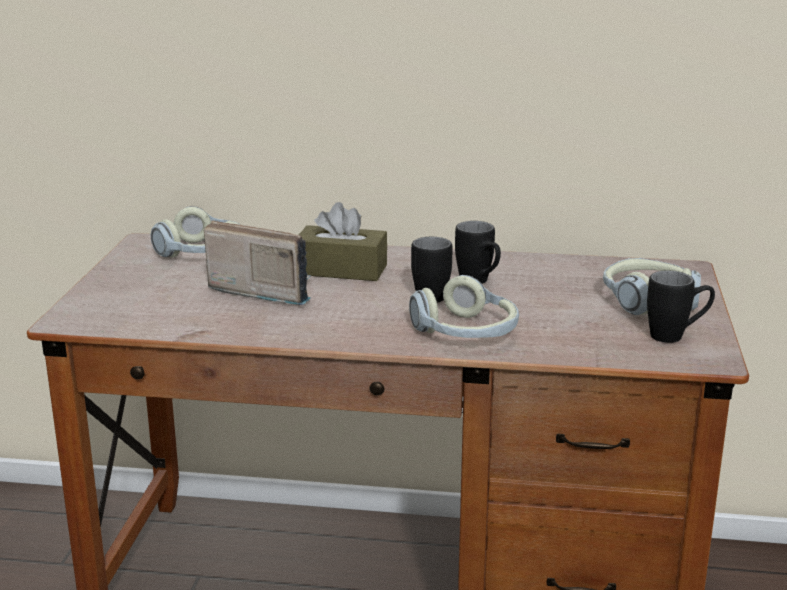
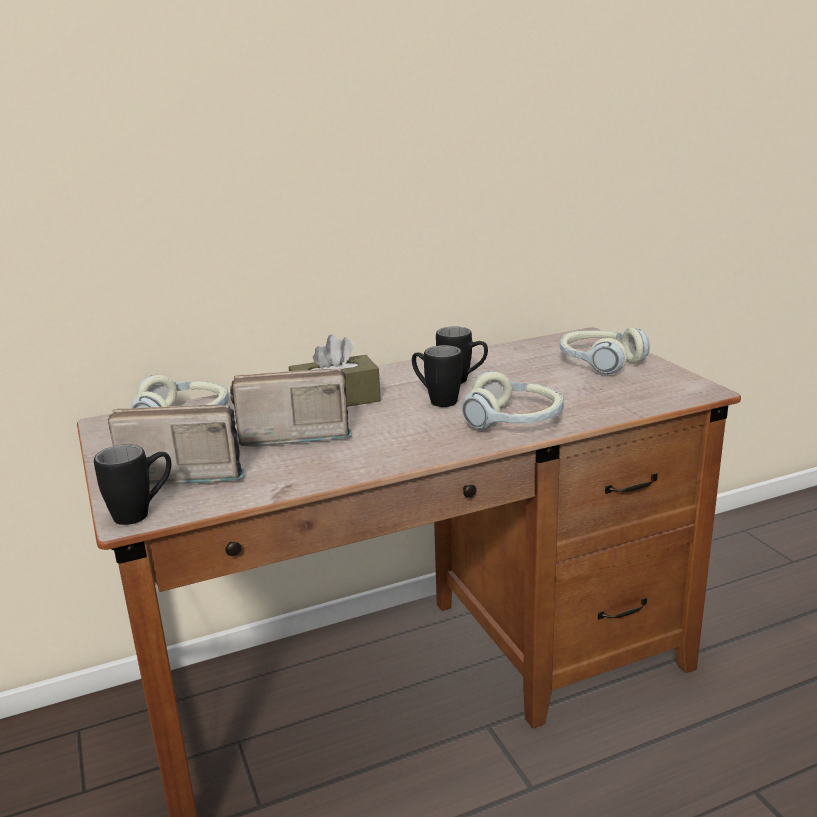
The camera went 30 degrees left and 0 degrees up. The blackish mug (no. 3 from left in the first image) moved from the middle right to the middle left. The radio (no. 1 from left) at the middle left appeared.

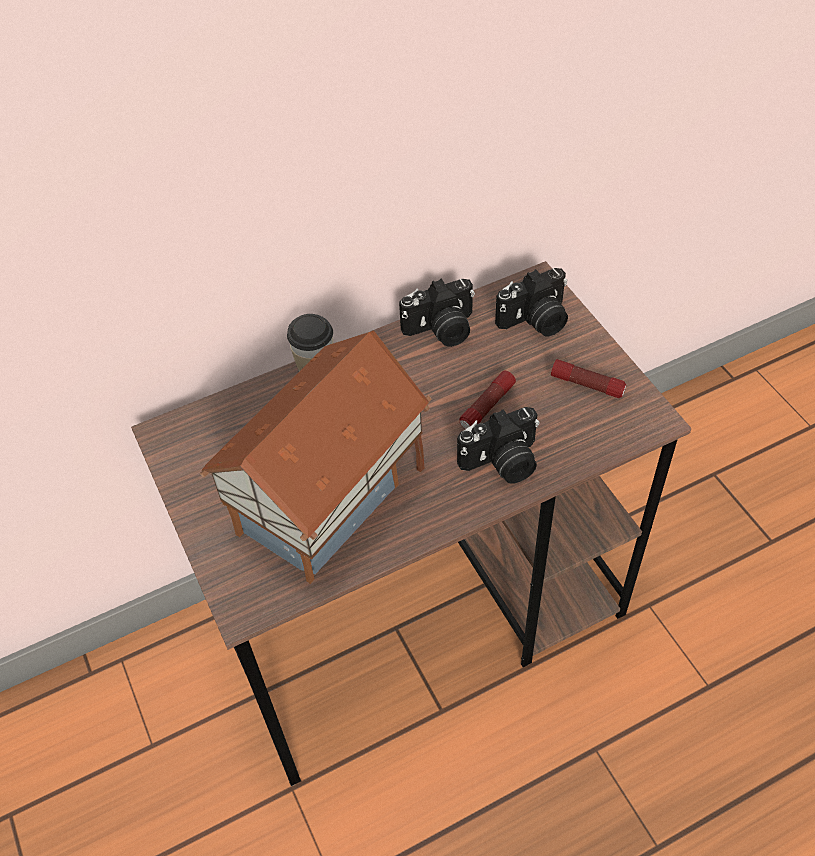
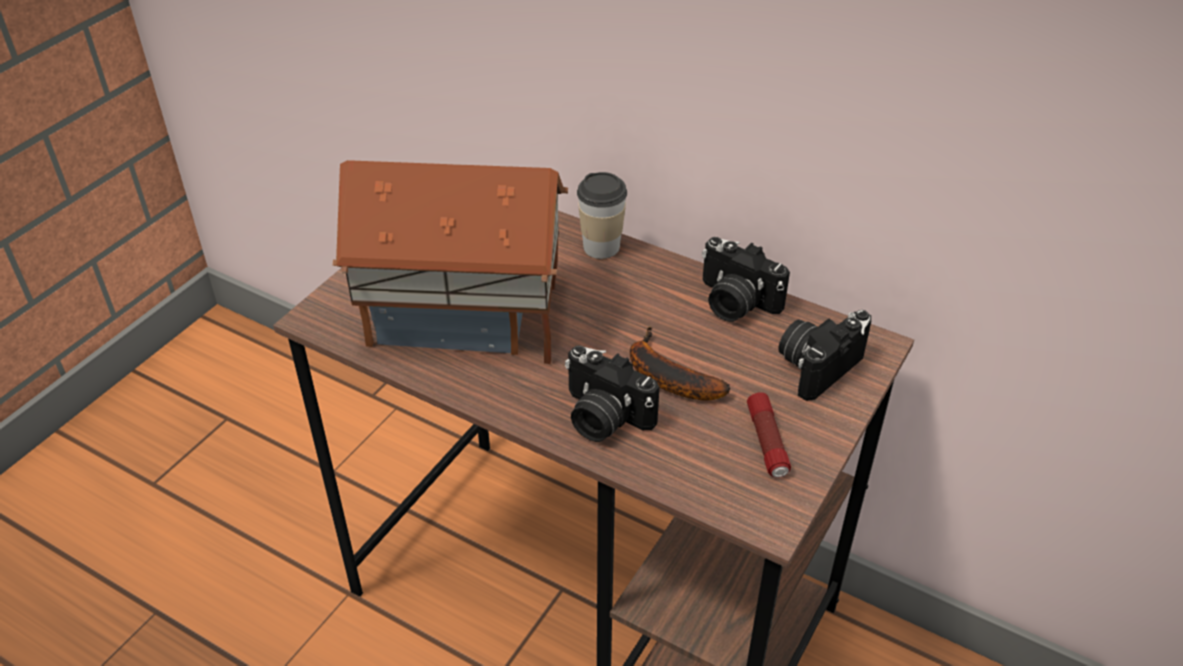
The camera went 55 degrees right and 10 degrees down. The still camera (no. 3 from left) at the centre turned 105 degrees clockwise. The torch (no. 1 from left) at the centre was replaced by the whole banana at the centre.

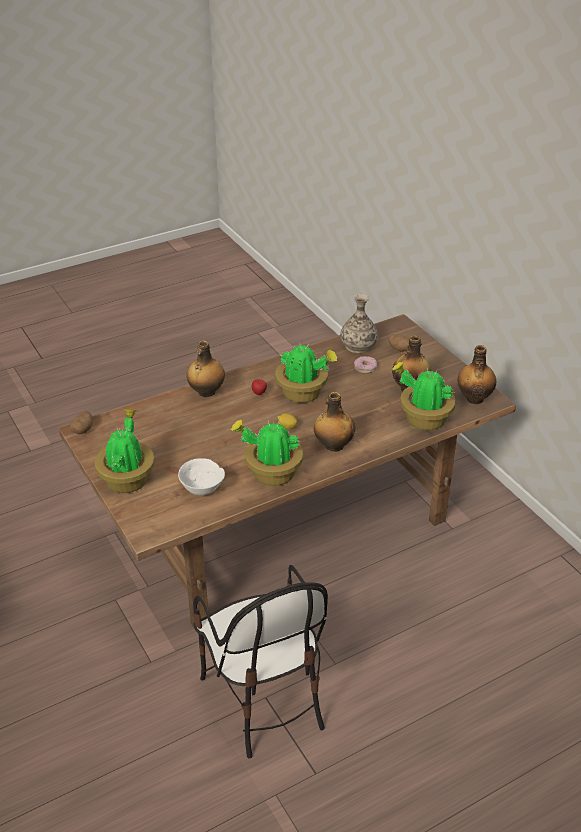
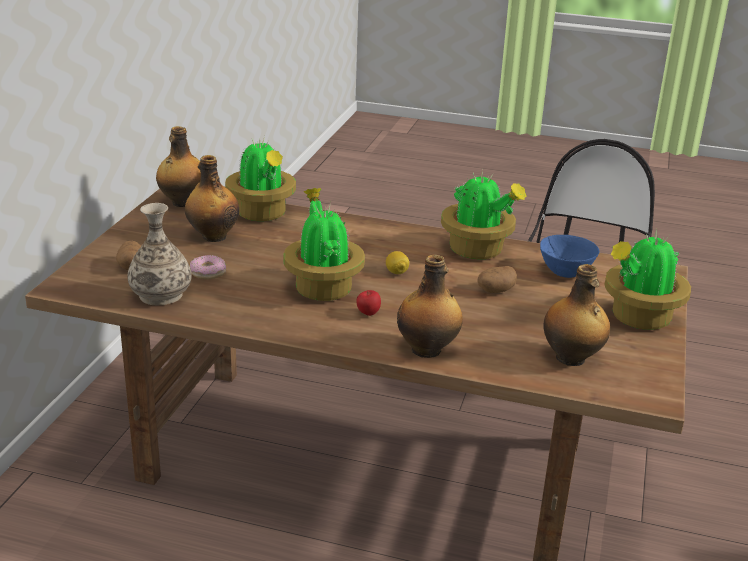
The camera went 135 degrees left and 10 degrees down. The beverage bottle (no. 2 from left in the first image) moved from the centre to the middle right. The spud (no. 1 from left in the first image) moved from the middle left to the centre. The white bowl at the centre became the bluish bowl at the middle right.

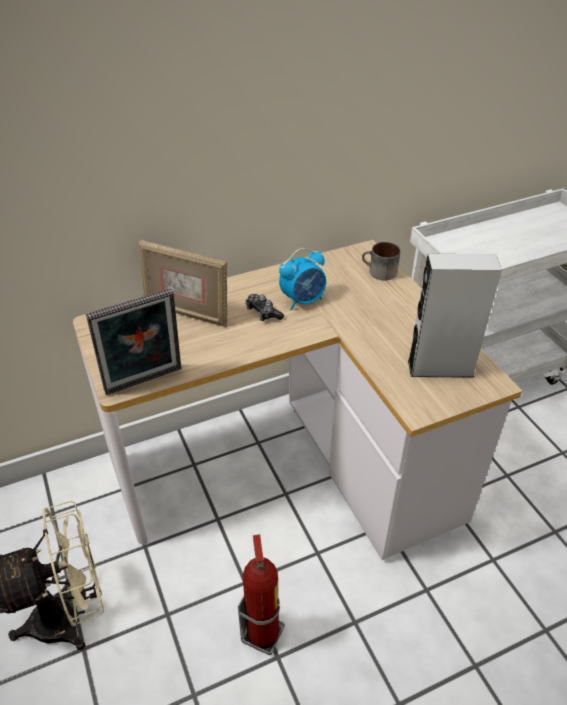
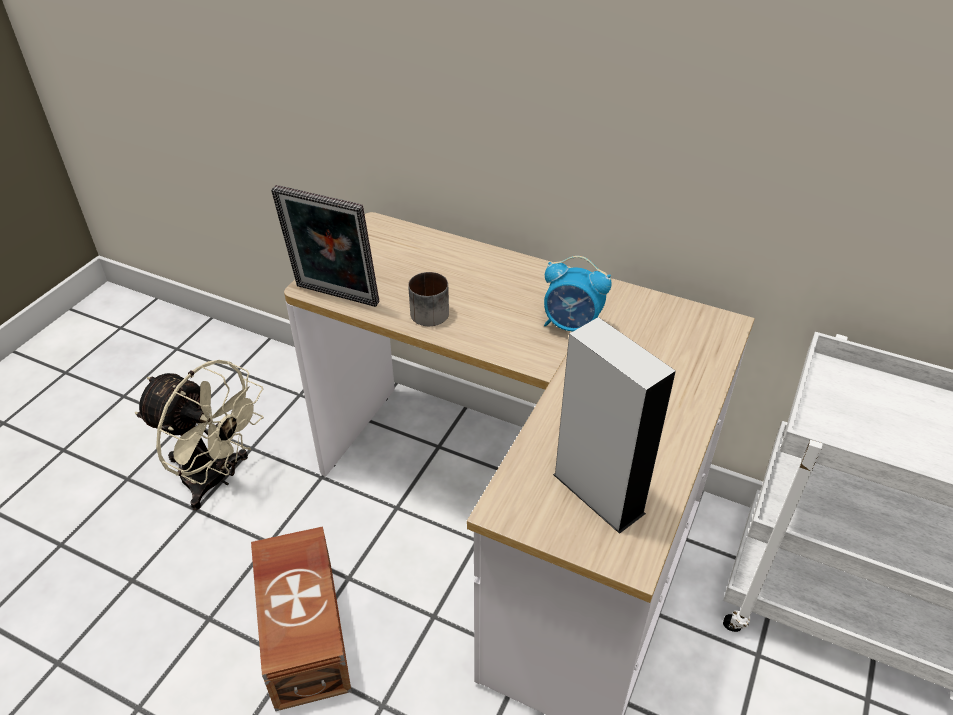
The camera went 50 degrees right and 0 degrees up. The picture frame (no. 2 from left) at the middle left disappeared. The mug moved from the middle right to the centre. The joypad at the centre disappeared. The extinguisher at the bottom centre was replaced by the brown-coloured storage bin at the bottom left.

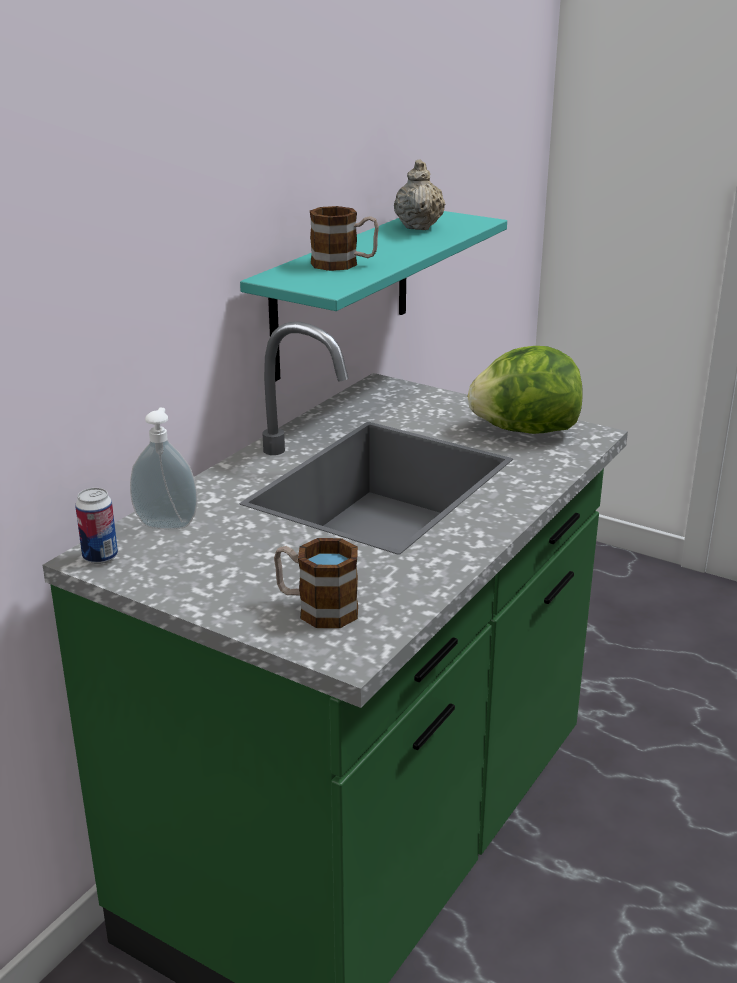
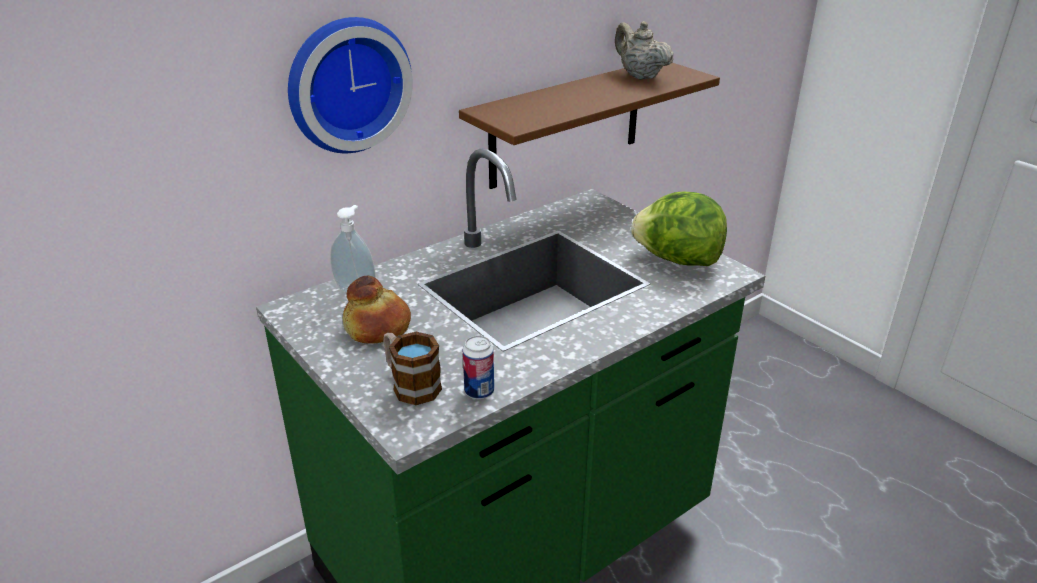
The camera went 20 degrees right and 5 degrees up. The sand-coloured teapot at the top centre turned 60 degrees counterclockwise. The mug (no. 2 from left) at the top centre disappeared. The blue-green wall shelf at the top centre became the brown-coloured wall shelf at the top centre. The metal can moved from the middle left to the centre. The clock on the wall at the top centre appeared. The bakery bread at the centre appeared.

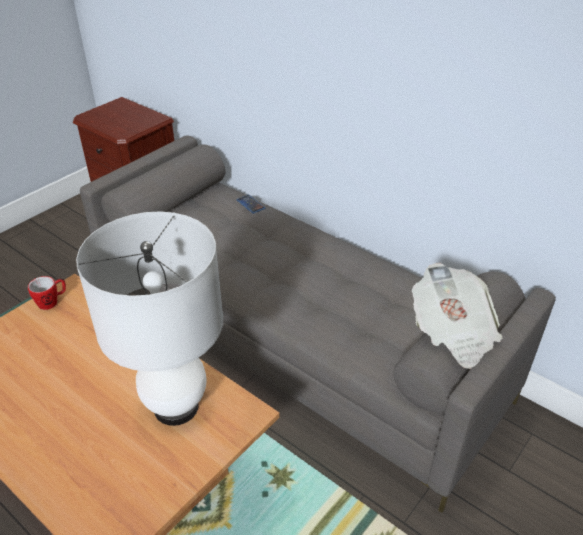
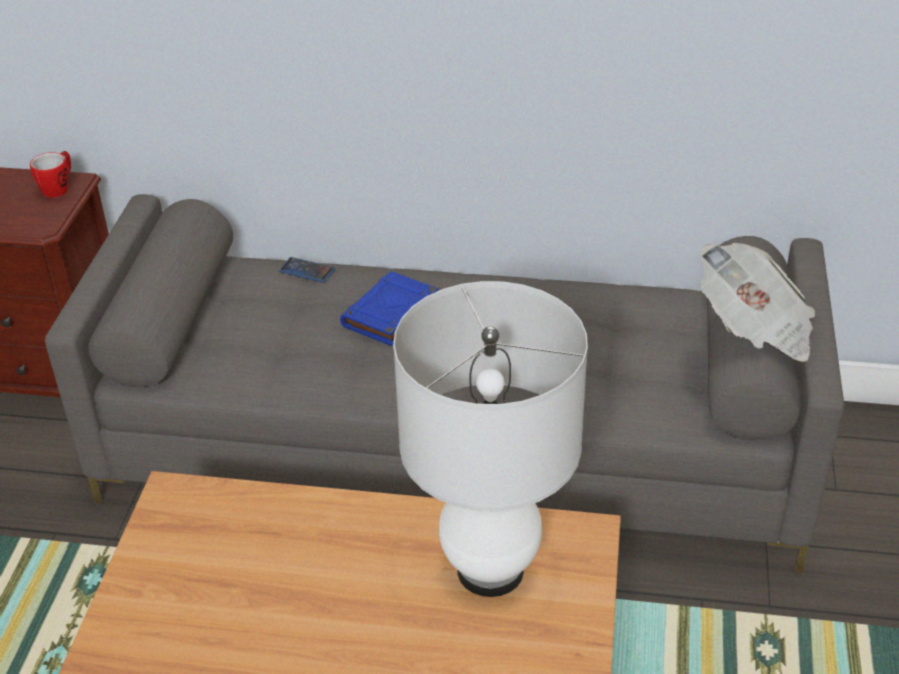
The camera went 30 degrees left and 0 degrees up. The mug moved from the middle left to the top left. The bluish bound book at the centre appeared.

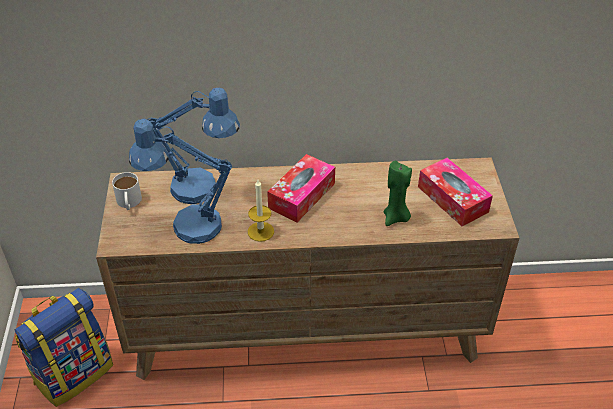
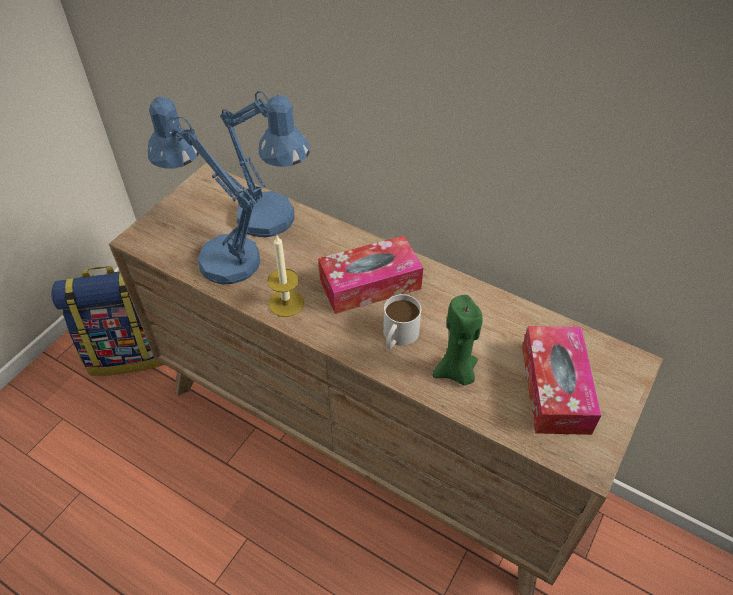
The camera went 35 degrees right and 5 degrees up. The white mug moved from the middle left to the centre.

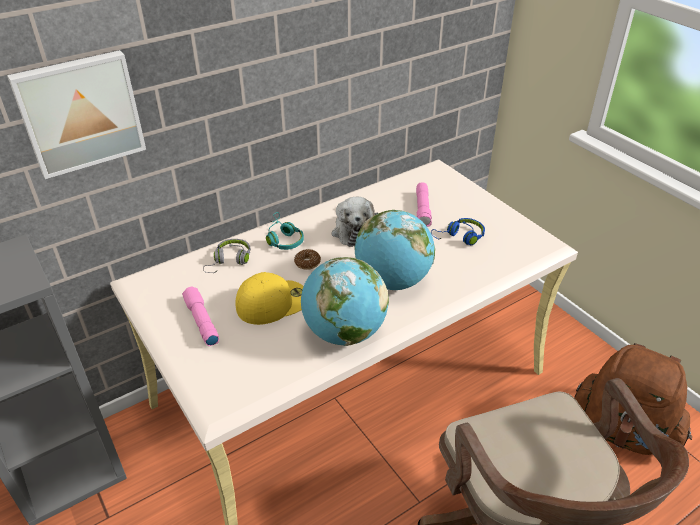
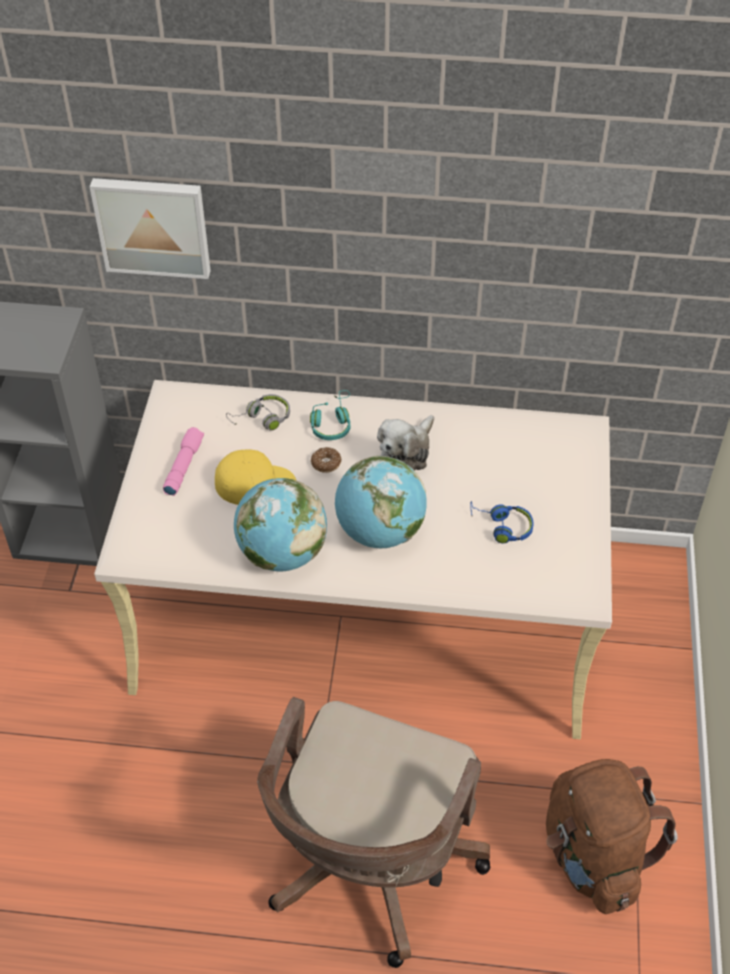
The camera went 40 degrees right and 10 degrees up. The pink torch (no. 2 from left) at the centre disappeared.

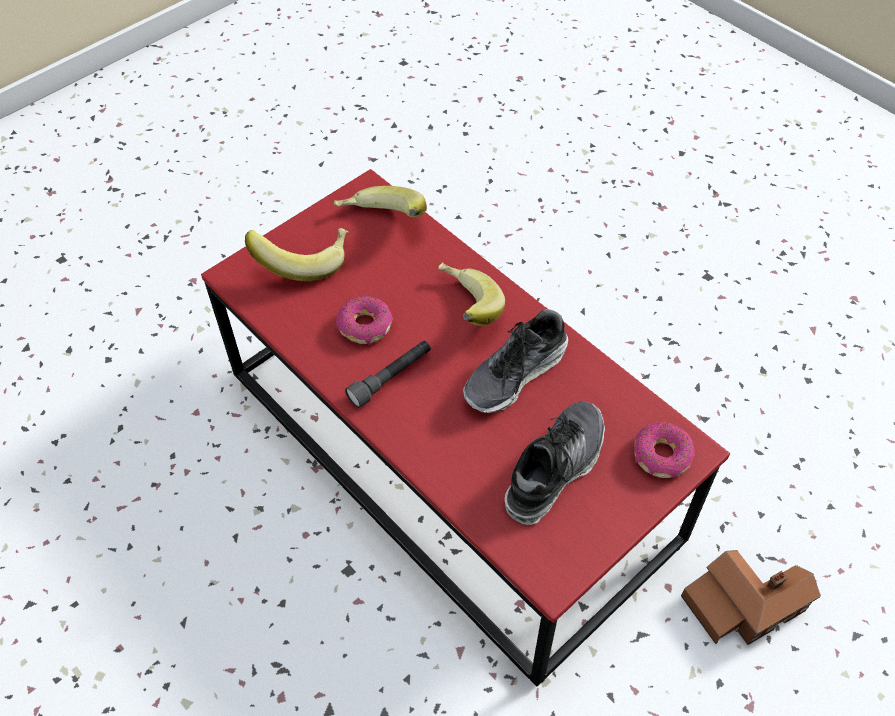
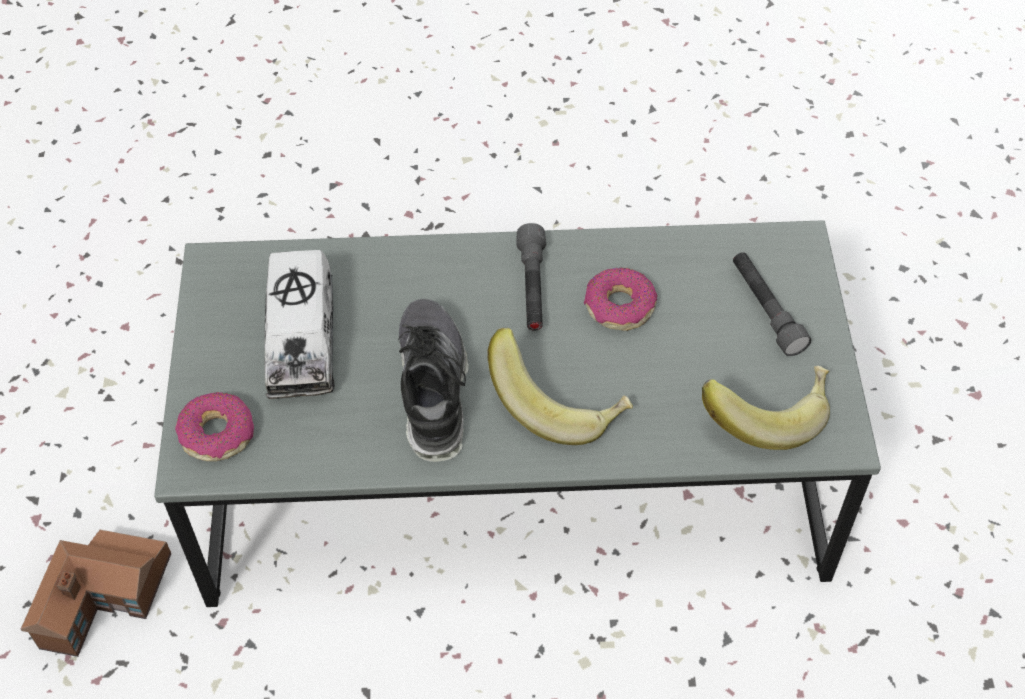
The camera went 130 degrees right and 0 degrees up. The red-coloured low table at the centre became the grey low table at the centre. The whole banana (no. 1 from left) at the middle left was replaced by the grey torch (no. 2 from left) at the middle right. The item of footwear (no. 2 from left) at the centre was replaced by the toy lorry at the middle left.

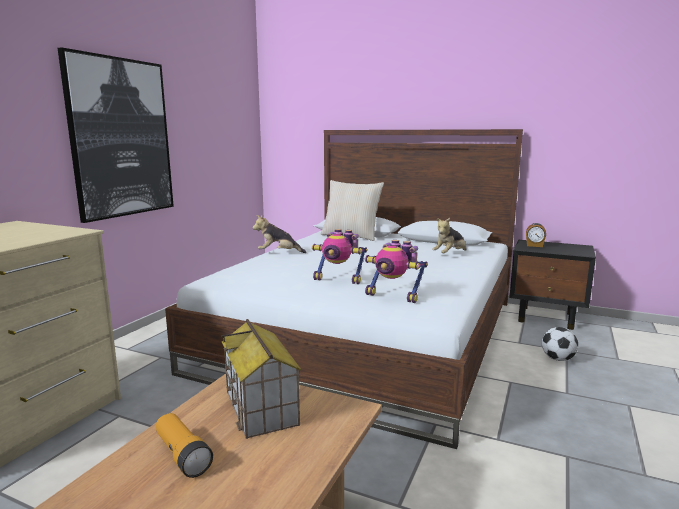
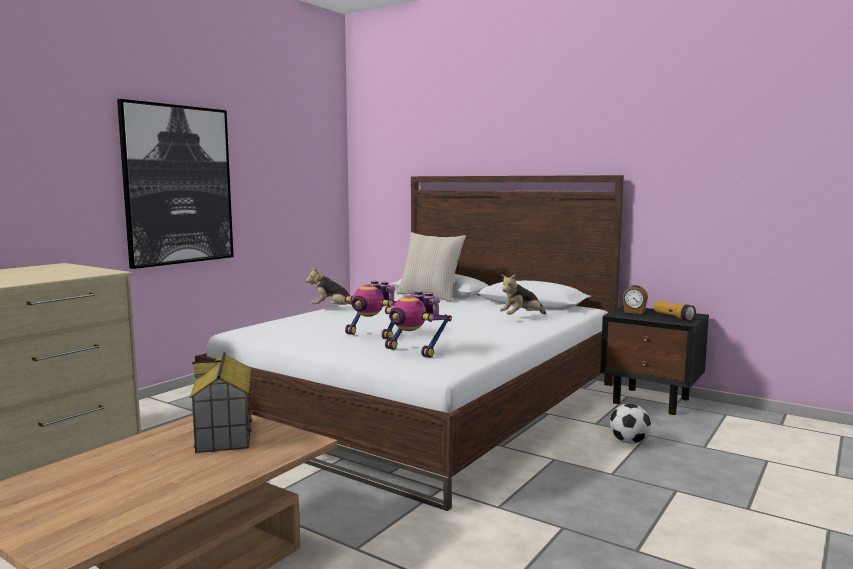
The camera went 10 degrees right and 5 degrees down. The torch moved from the bottom left to the middle right.

